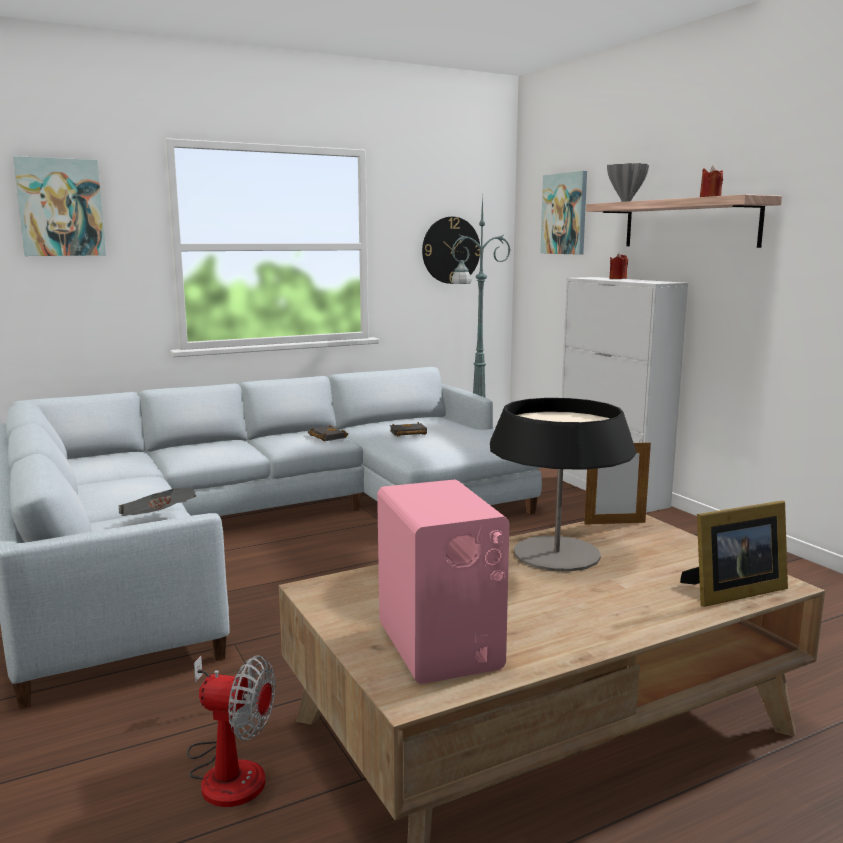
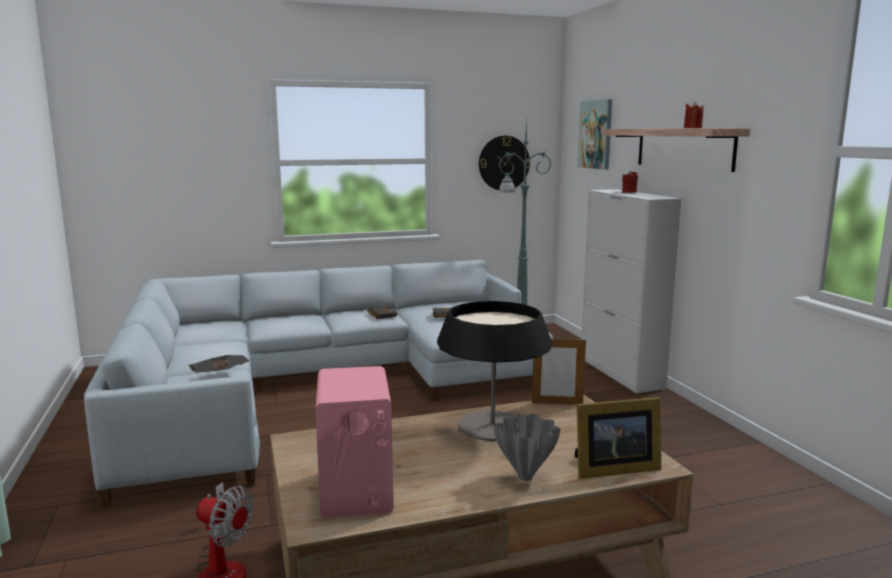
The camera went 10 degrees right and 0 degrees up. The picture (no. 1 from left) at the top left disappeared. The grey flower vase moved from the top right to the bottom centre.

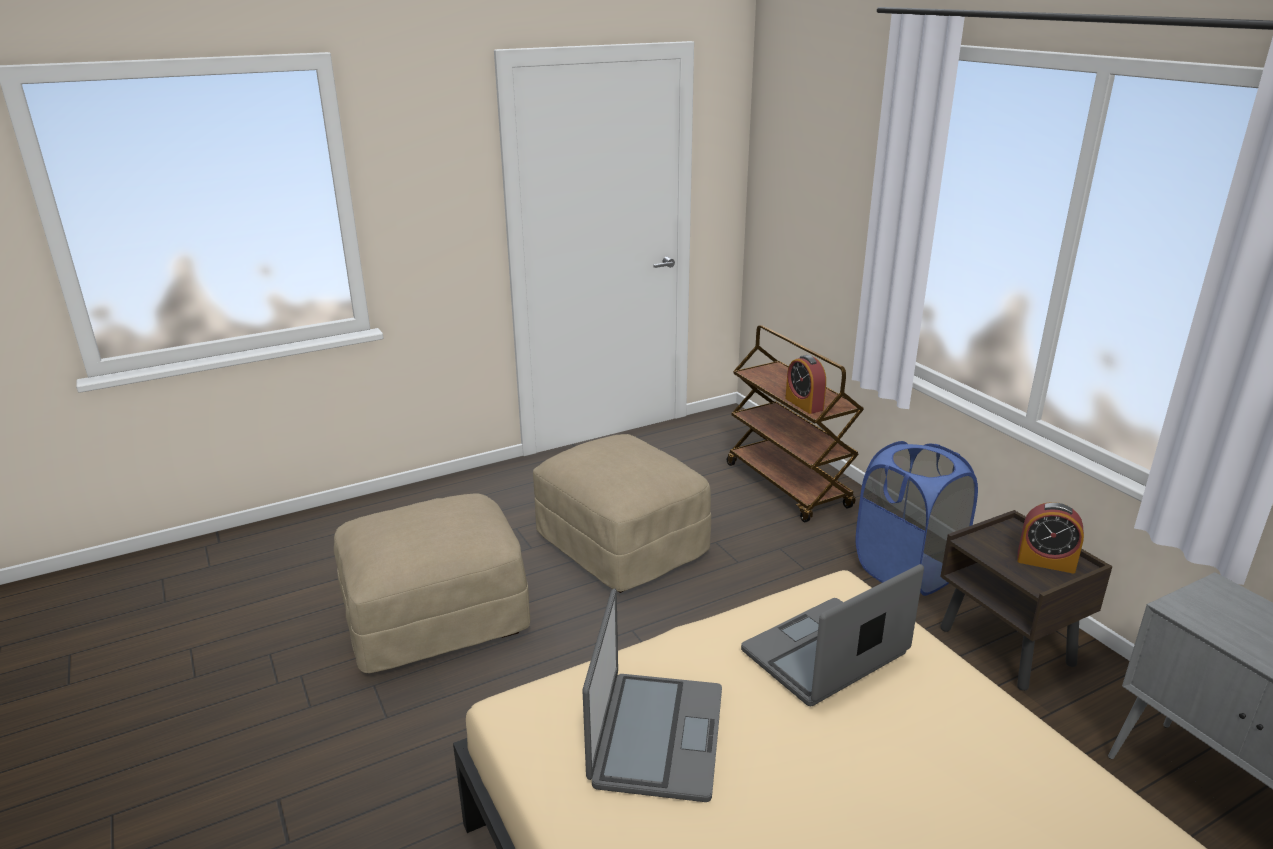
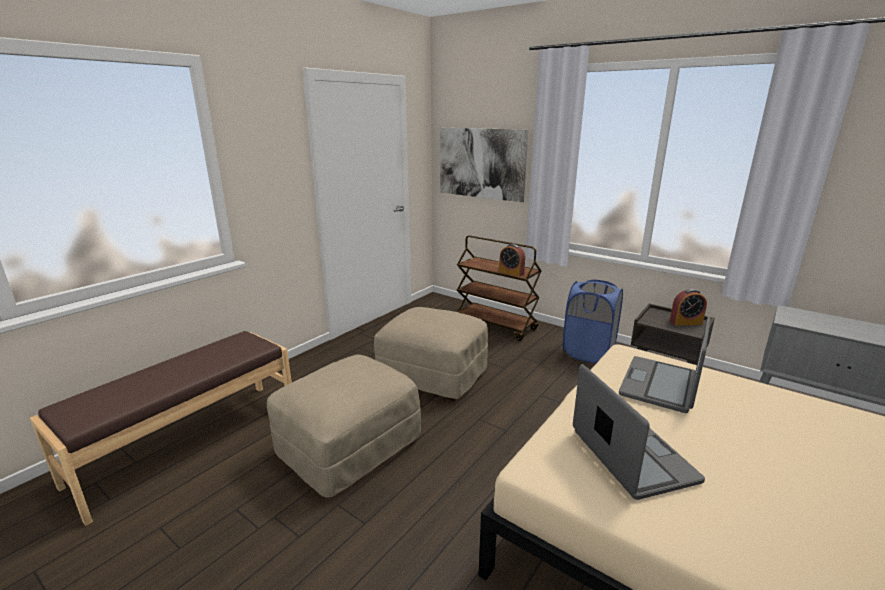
The camera went 25 degrees left and 5 degrees down. The picture at the top centre appeared. The brown-coloured bench at the bottom left appeared.

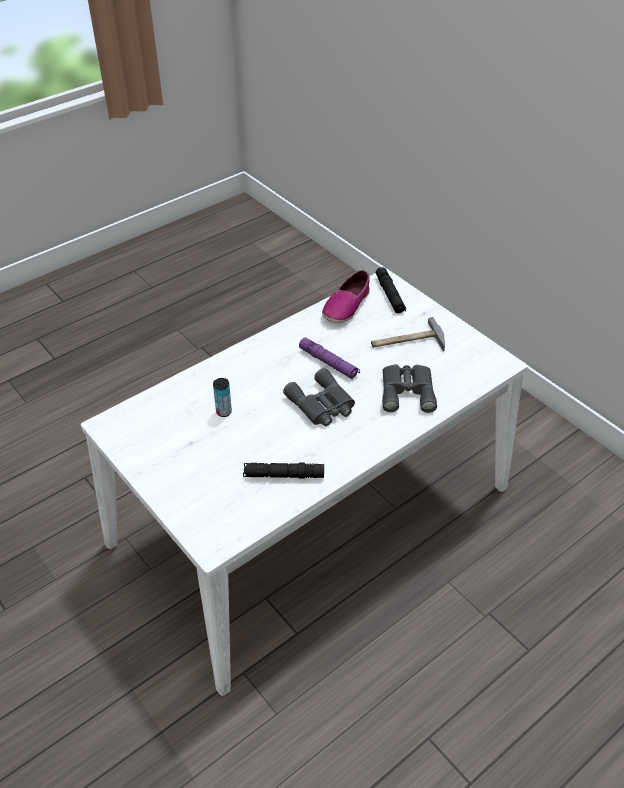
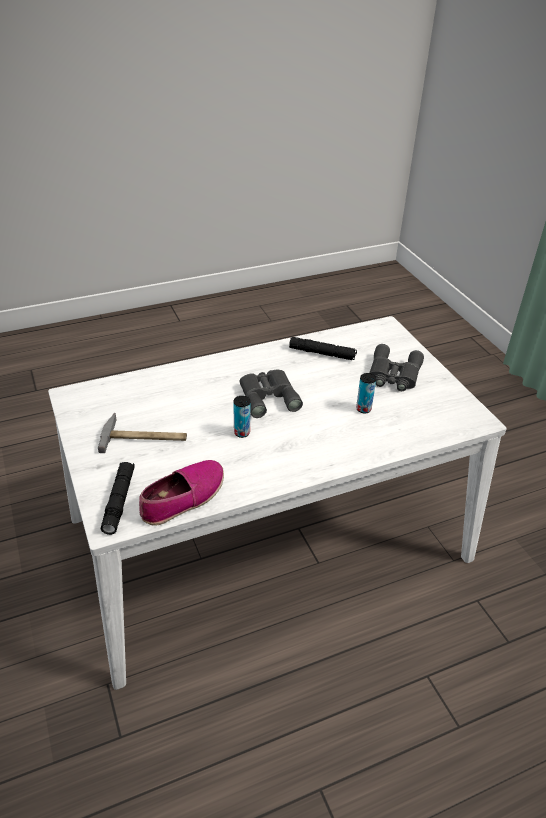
The camera went 165 degrees left and 5 degrees down. The purple torch at the centre was replaced by the metal can (no. 1 from left) at the centre. The grey field glasses (no. 2 from left) moved from the centre to the middle right.

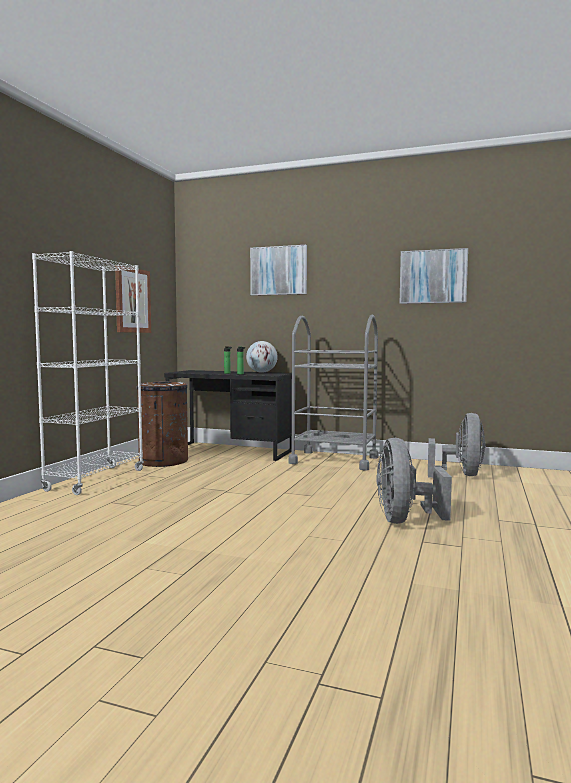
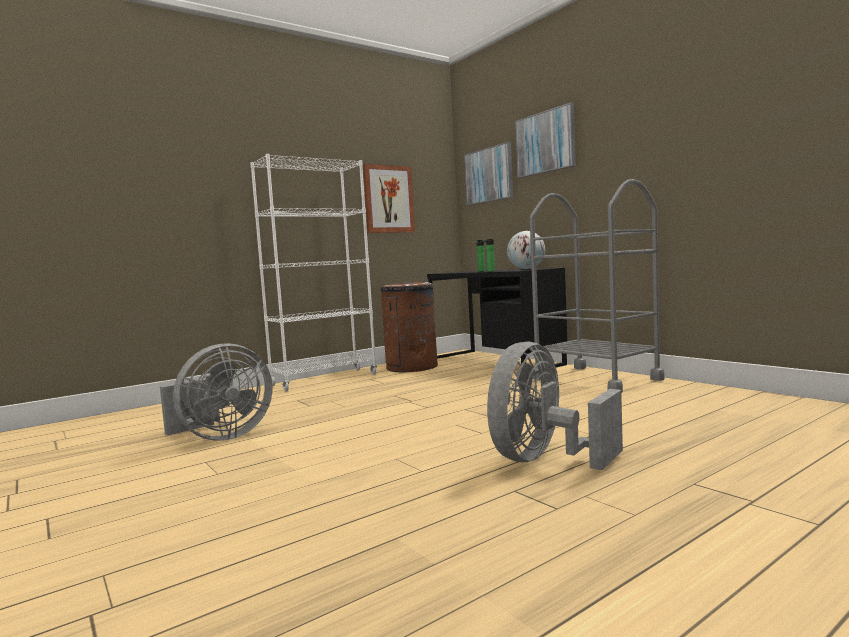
The camera went 35 degrees right and 0 degrees up. The picture (no. 3 from left in the first image) moved from the middle right to the top centre. The grey electric fan (no. 2 from left in the first image) moved from the middle right to the middle left.

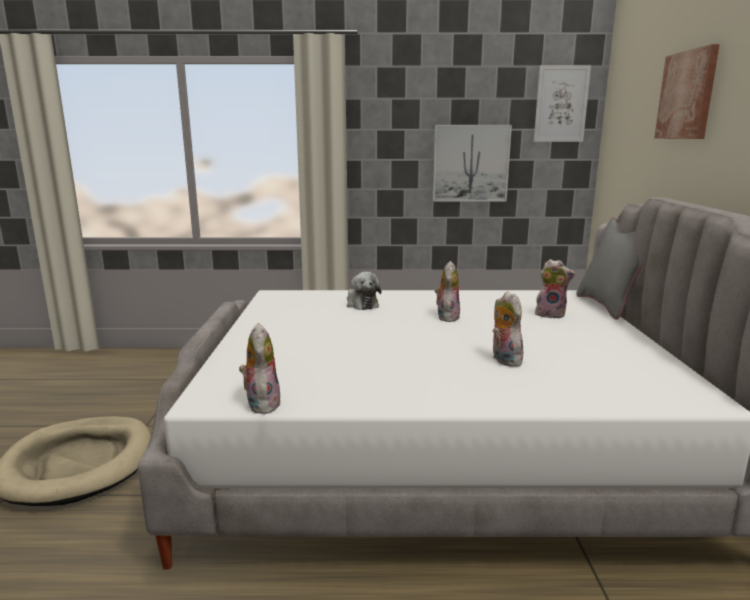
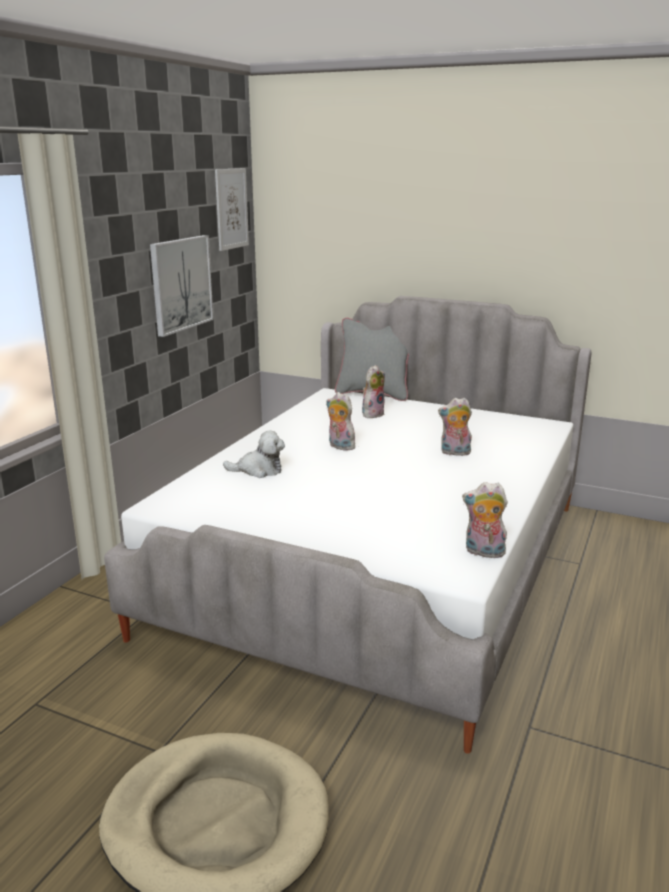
The camera went 65 degrees left and 5 degrees up. The picture (no. 3 from left) at the top right disappeared.

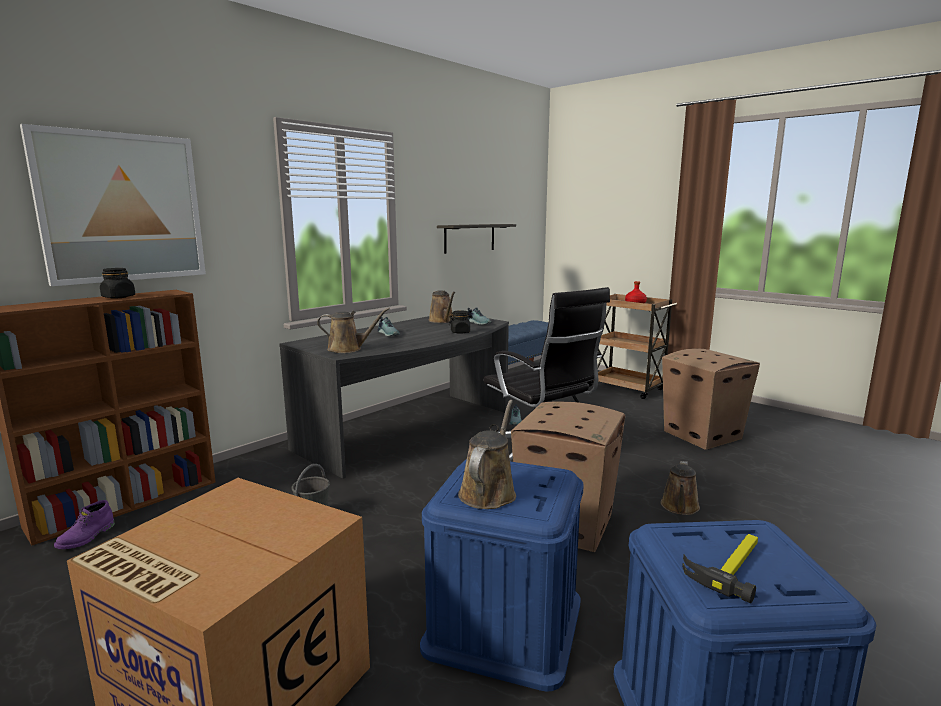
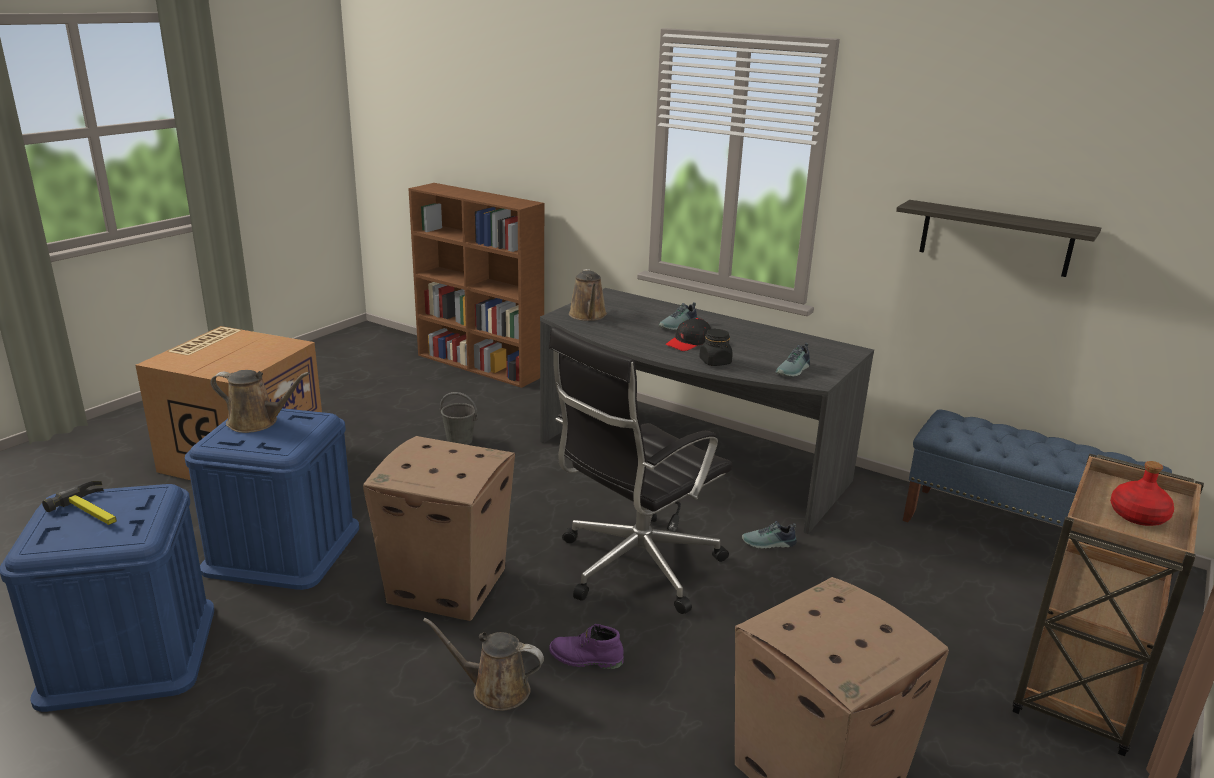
The camera went 80 degrees right and 10 degrees up. The picture at the top left disappeared. The blackish storage jar (no. 1 from left) at the middle left disappeared. The brown-coloured watering can (no. 2 from left) at the centre disappeared. The purple tall boot moved from the bottom left to the bottom centre. The blackish peaked cap at the centre appeared.

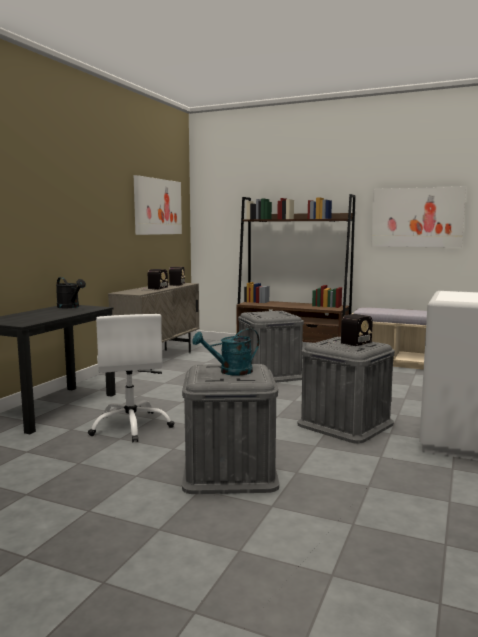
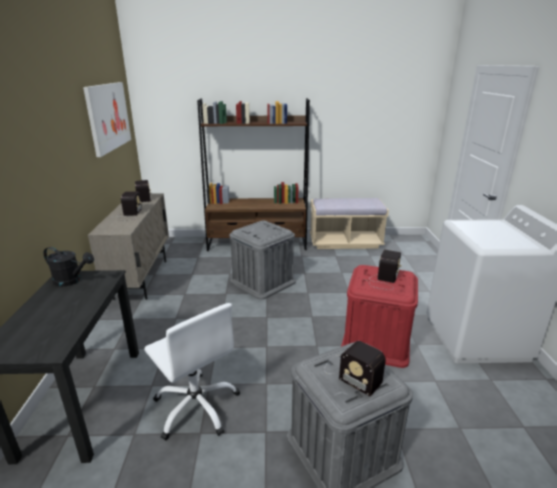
The camera went 25 degrees left and 15 degrees up. The picture (no. 2 from left) at the middle right disappeared. The blue-green watering can at the centre was replaced by the radio (no. 3 from left) at the bottom centre. The grey storage bin (no. 3 from left) at the middle right became the red-coloured storage bin at the middle right.

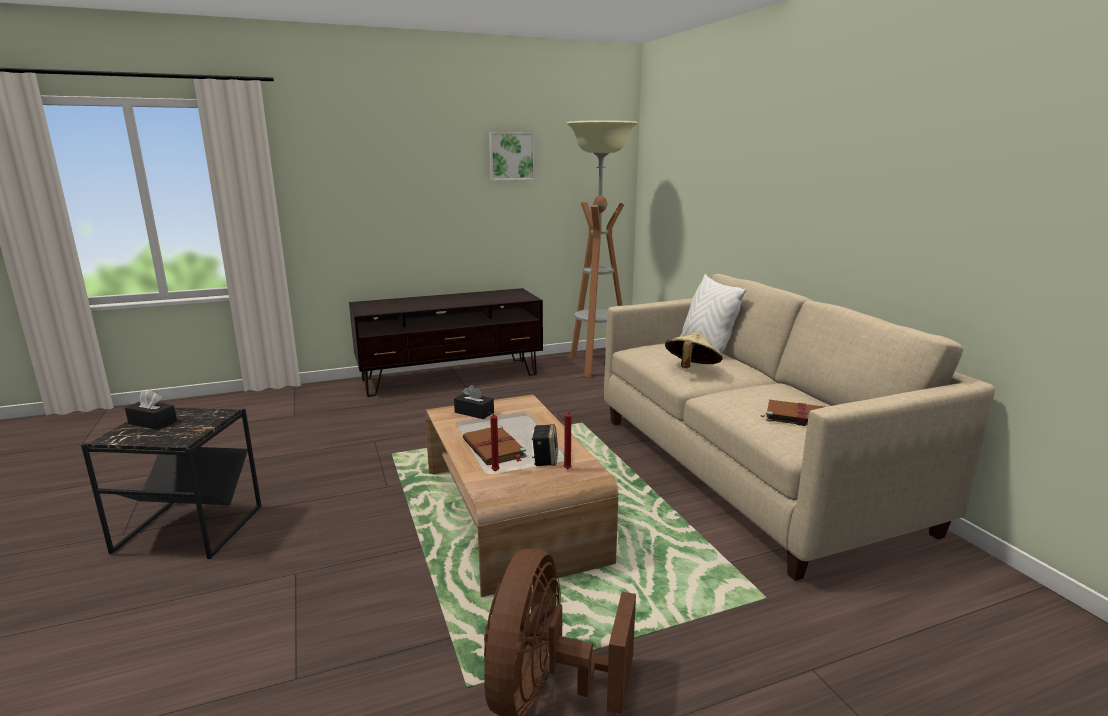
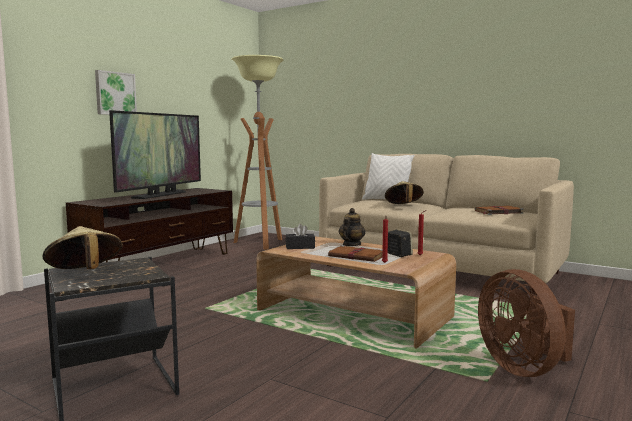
The camera went 35 degrees left and 10 degrees down. The picture moved from the top centre to the top left. The blackish tissue box (no. 1 from left) at the middle left was replaced by the sand-coloured clothing hat (no. 1 from left) at the middle left. The TV set at the middle left appeared. The teapot at the centre appeared.

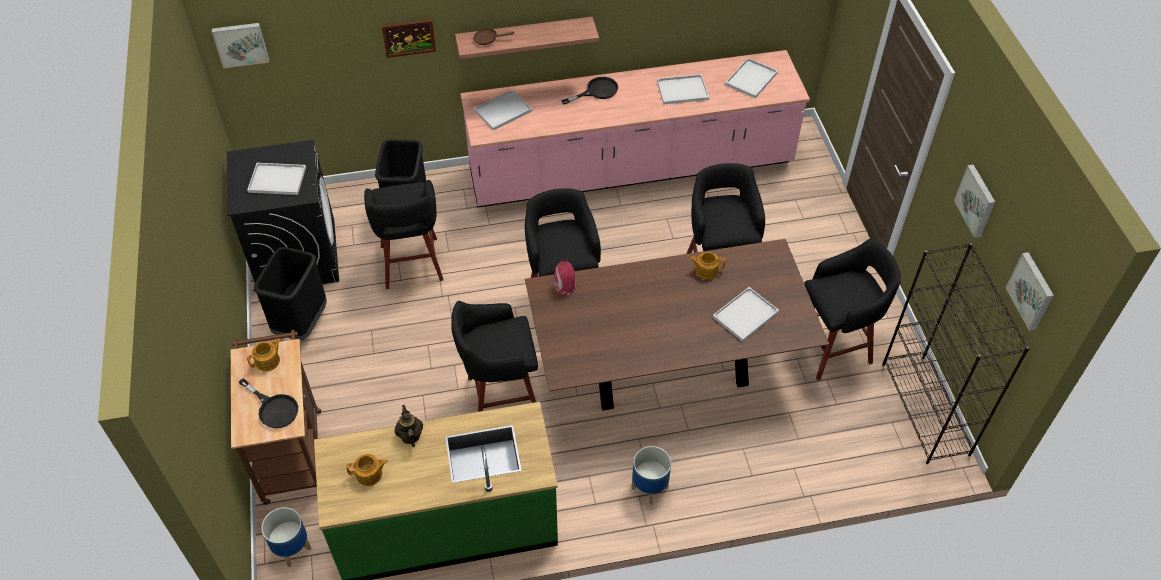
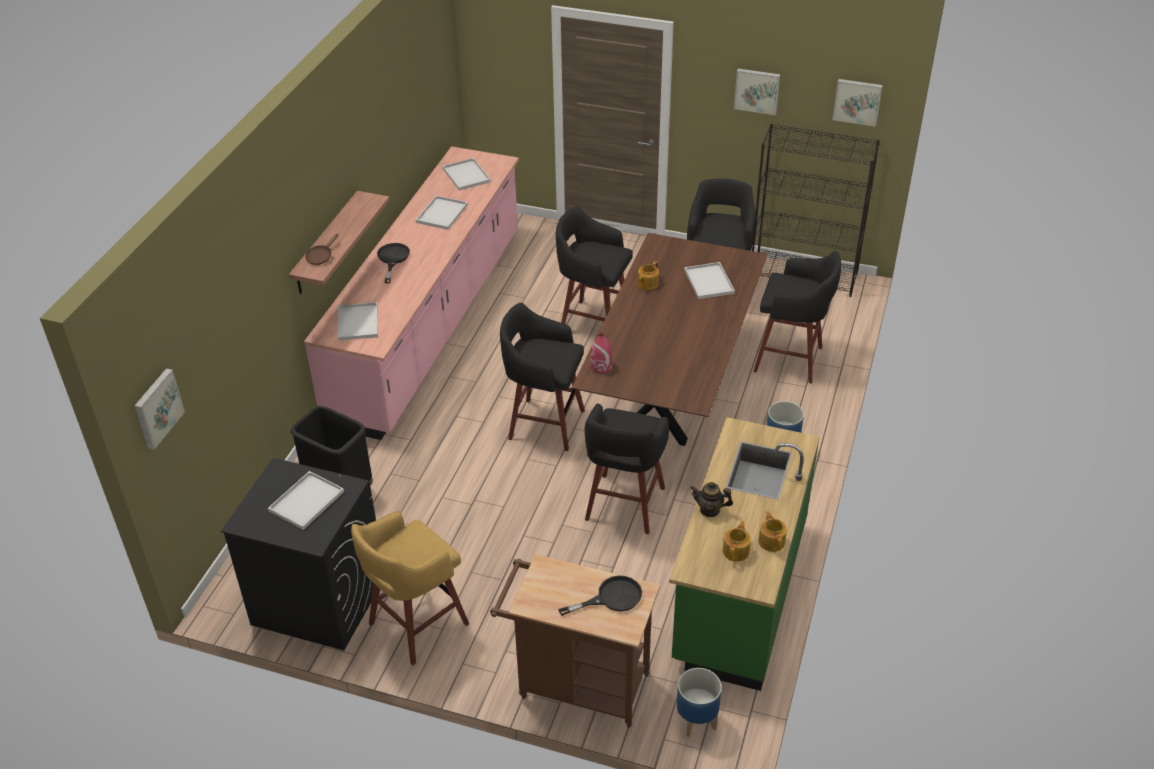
The camera went 60 degrees left and 10 degrees down. The picture (no. 2 from left) at the top centre disappeared. The blackish sitting stool (no. 1 from left in the first image) moved from the centre to the middle right. The blackish trash can (no. 1 from left) at the middle left was replaced by the yellow sitting stool at the bottom centre. The teapot (no. 1 from left in the first image) moved from the middle left to the bottom right.

